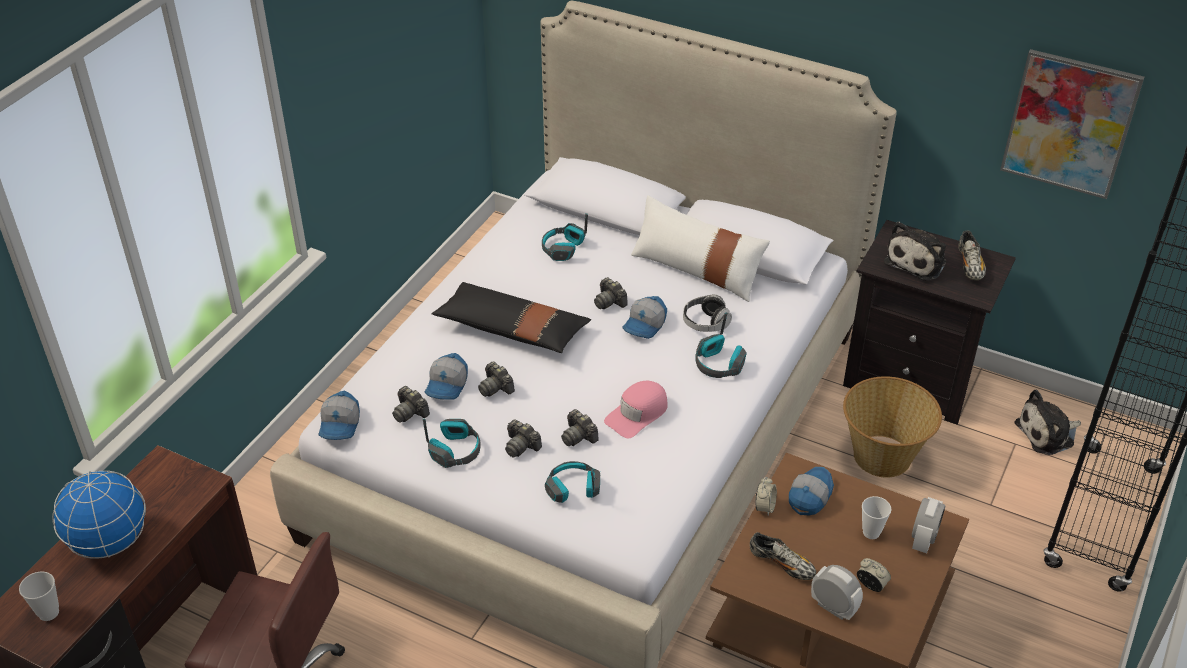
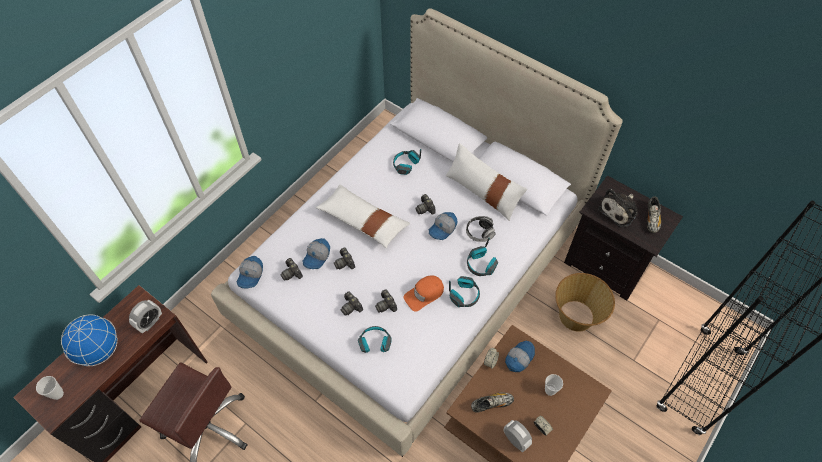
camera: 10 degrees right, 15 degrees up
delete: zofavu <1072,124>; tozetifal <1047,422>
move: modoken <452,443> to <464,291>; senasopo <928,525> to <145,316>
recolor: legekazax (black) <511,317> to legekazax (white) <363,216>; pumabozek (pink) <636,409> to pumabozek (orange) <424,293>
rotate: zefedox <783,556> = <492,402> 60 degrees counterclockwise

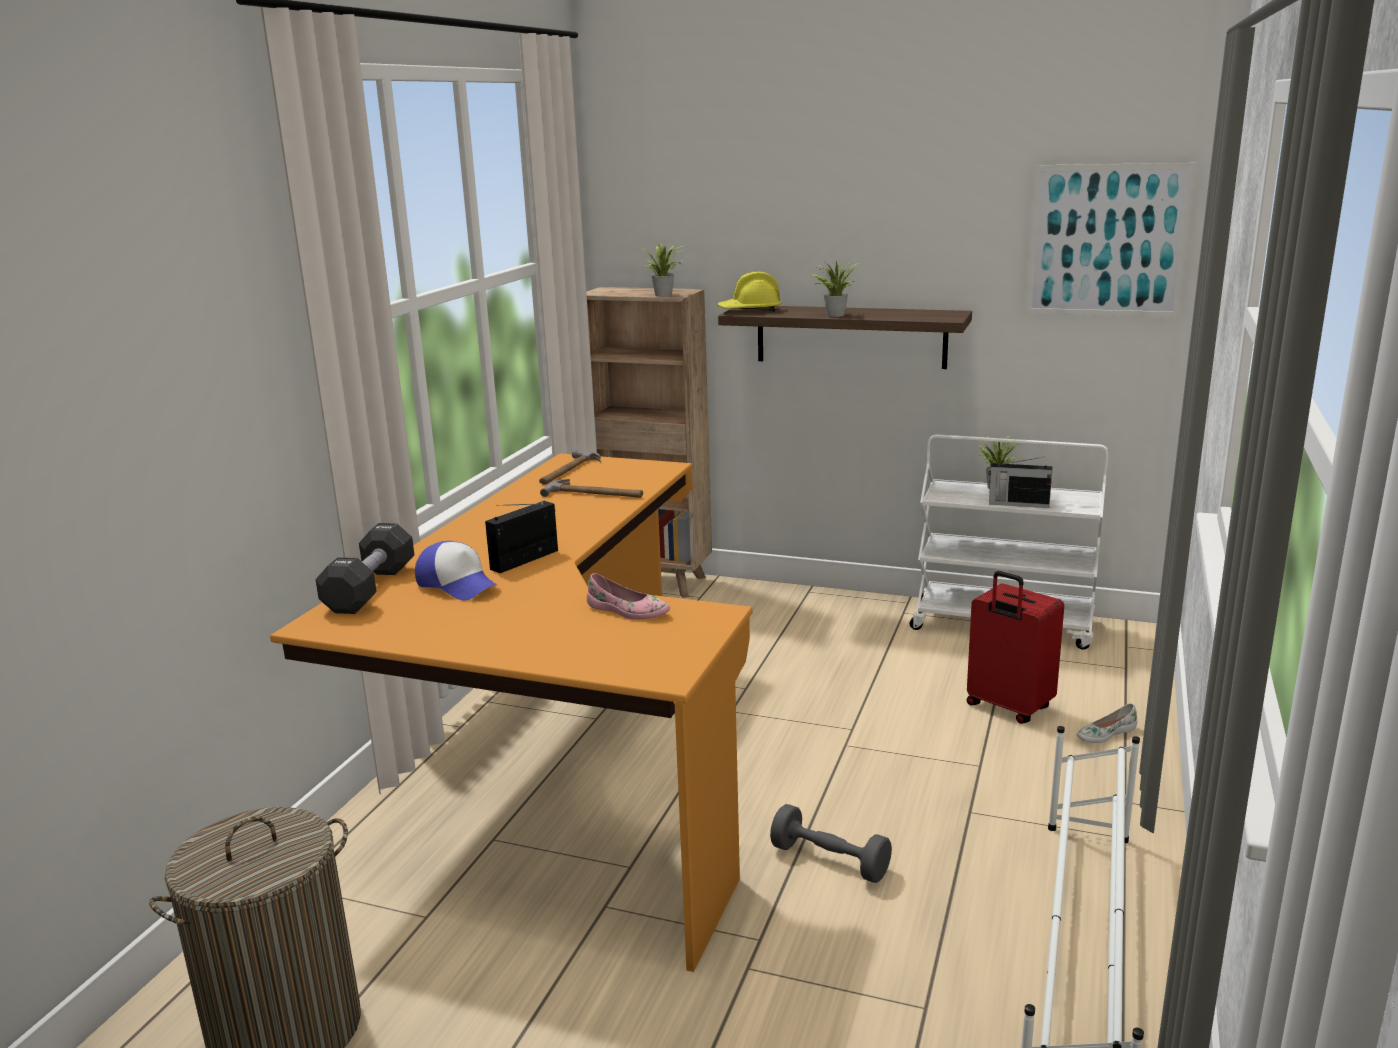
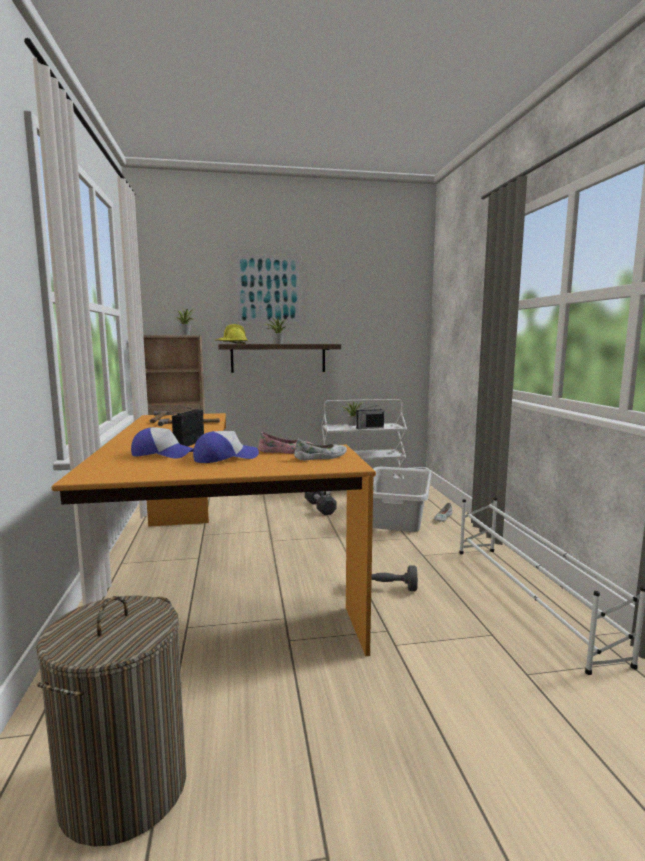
camera: 30 degrees left, 10 degrees down
insert: pumabozek <226,447>; zefedox (white) <320,449>
move: zofavu <1110,240> to <267,289>; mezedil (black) <365,568> to <321,503>
replace: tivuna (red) <1015,647> to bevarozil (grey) <402,499>

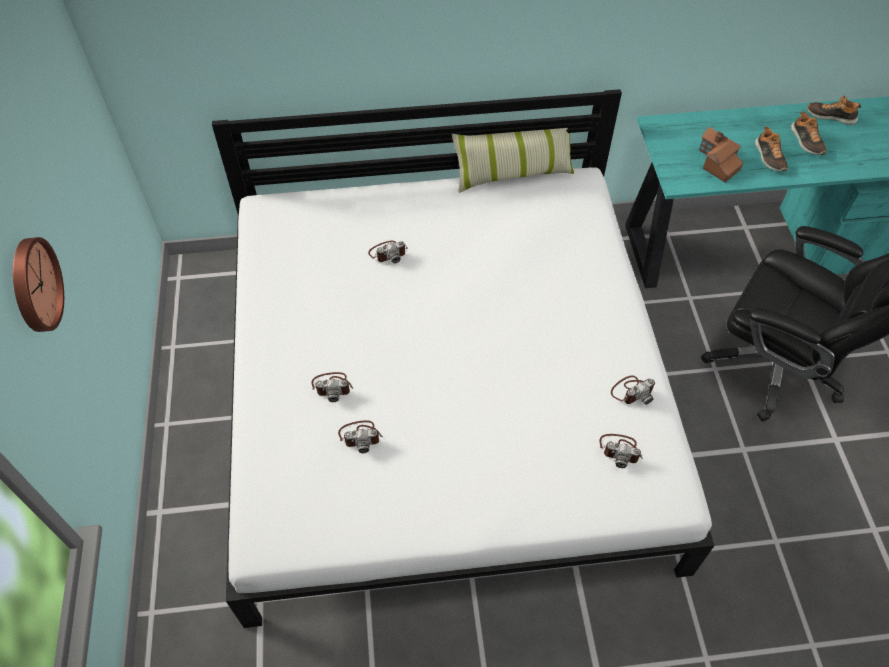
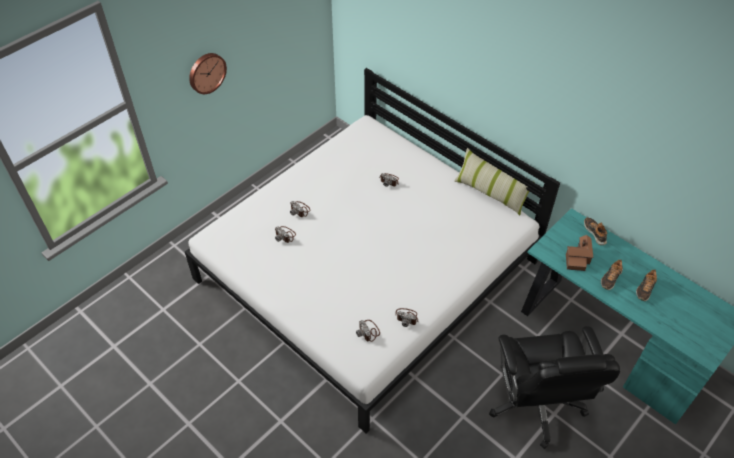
camera: 50 degrees right, 5 degrees down
move: zefedox <834,110> to <595,231>

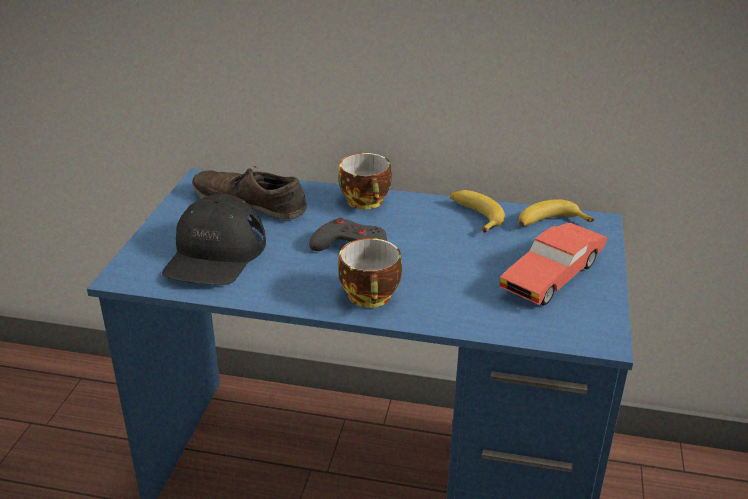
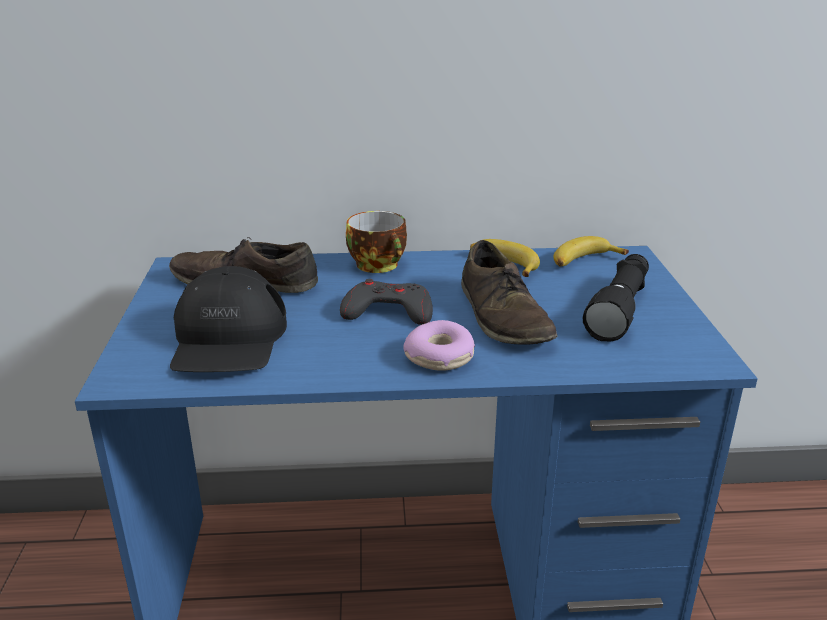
camera: 15 degrees left, 5 degrees down
insert: zefedox (brown) <509,292>
replace: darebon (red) <553,263> to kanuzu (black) <616,297>; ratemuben <370,273> to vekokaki <439,345>

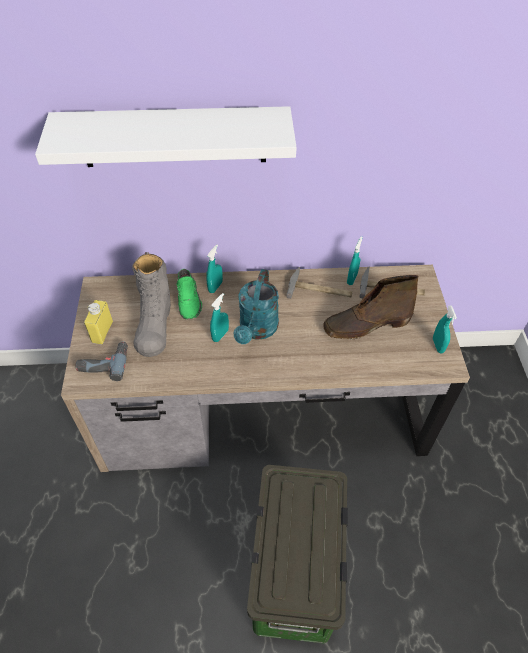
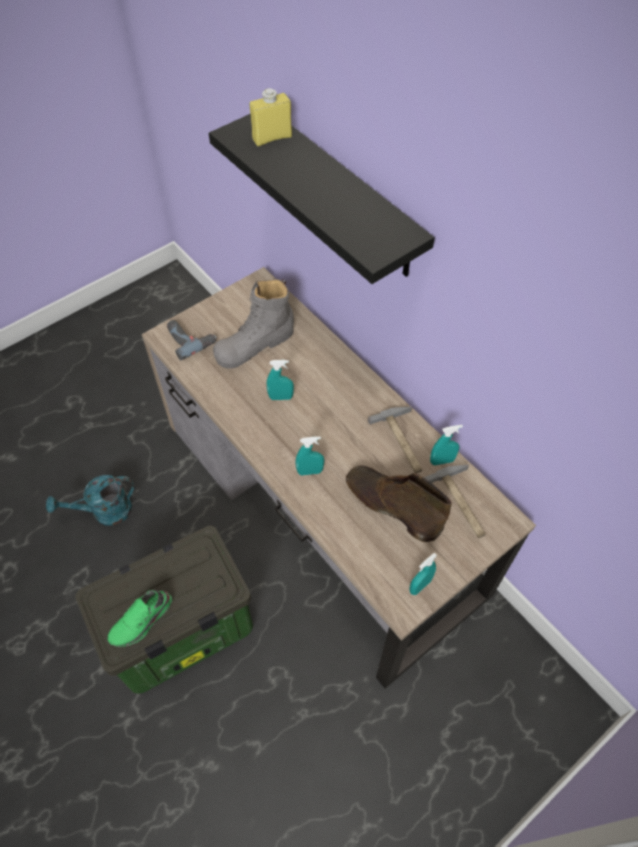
camera: 55 degrees right, 5 degrees up
move: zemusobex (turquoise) <214,268> to <309,455>; zefedox (green) <189,294> to <140,618>; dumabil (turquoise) <256,306> to <90,500>; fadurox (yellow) <98,322> to <271,117>
recolor: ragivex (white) <166,136> to ragivex (black) <322,199>

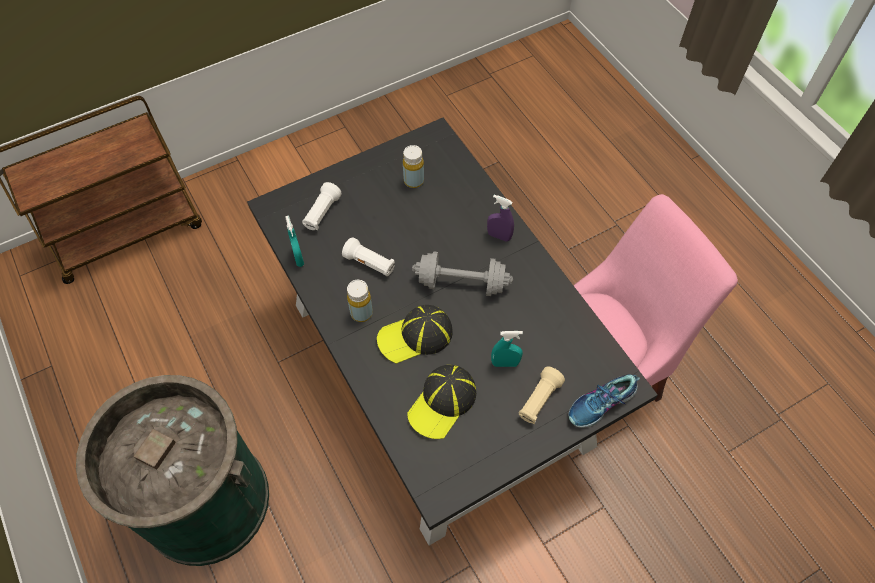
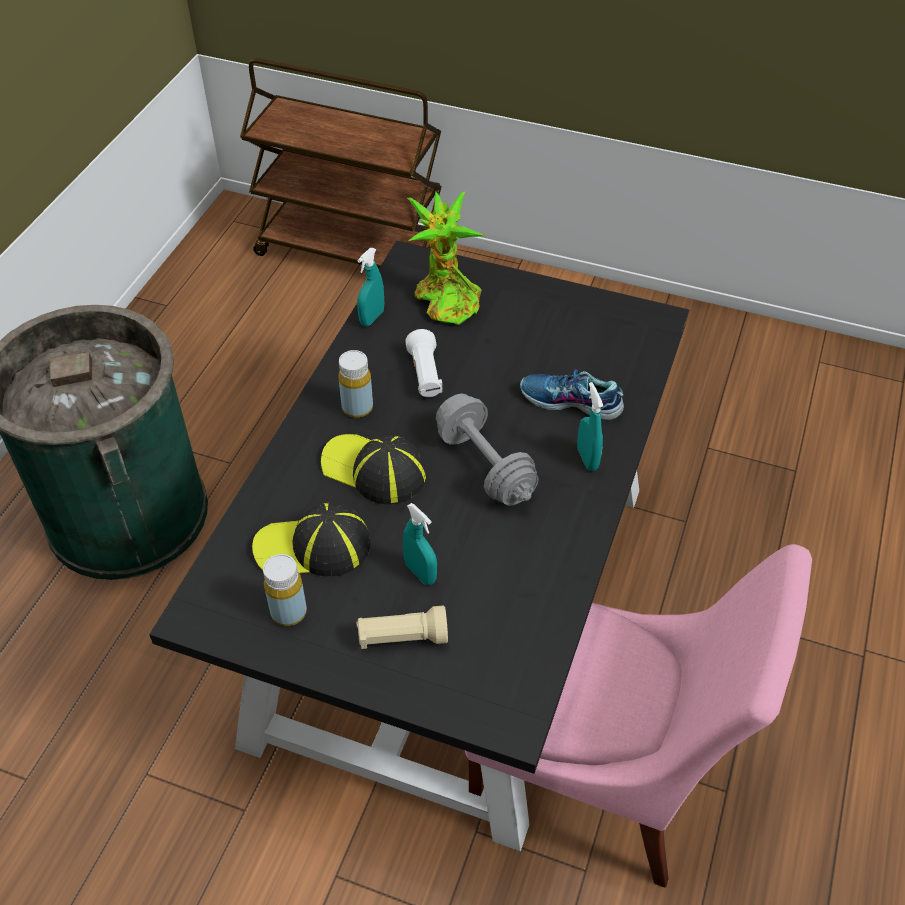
camera: 50 degrees right, 10 degrees down
move: fadurox (yellow) <413,166> to <285,590>; zefedox <604,401> to <572,394>
replace: kanuzu (white) <322,206> to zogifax <446,258>
recolor: zemusobex (purple) <500,218> to zemusobex (turquoise) <590,426>

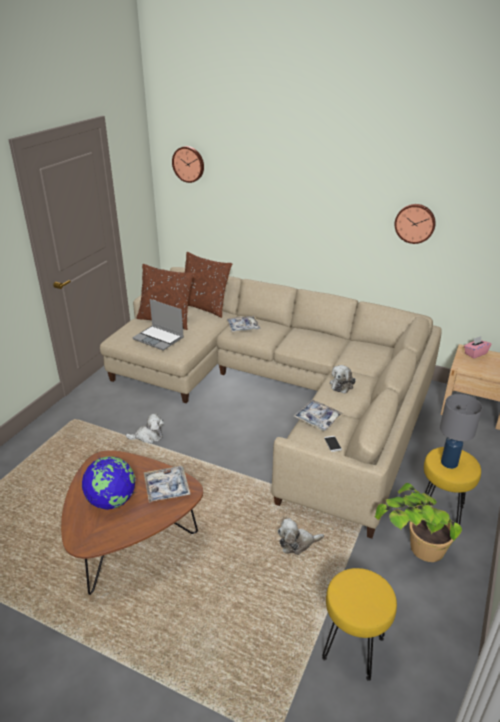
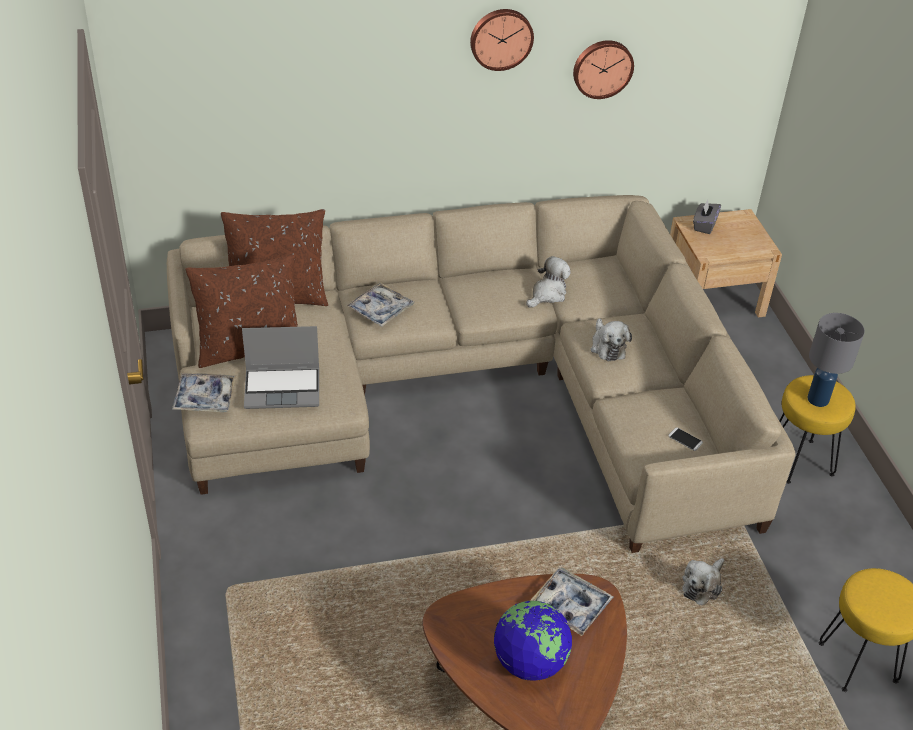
camera: 40 degrees left, 10 degrees up
delete: zogifax <418,522>
move: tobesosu <188,164> to <502,40>; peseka <318,415> to <204,392>; tozetifal <145,428> to <548,281>
recolor: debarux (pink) <477,347> to debarux (grey) <707,217>

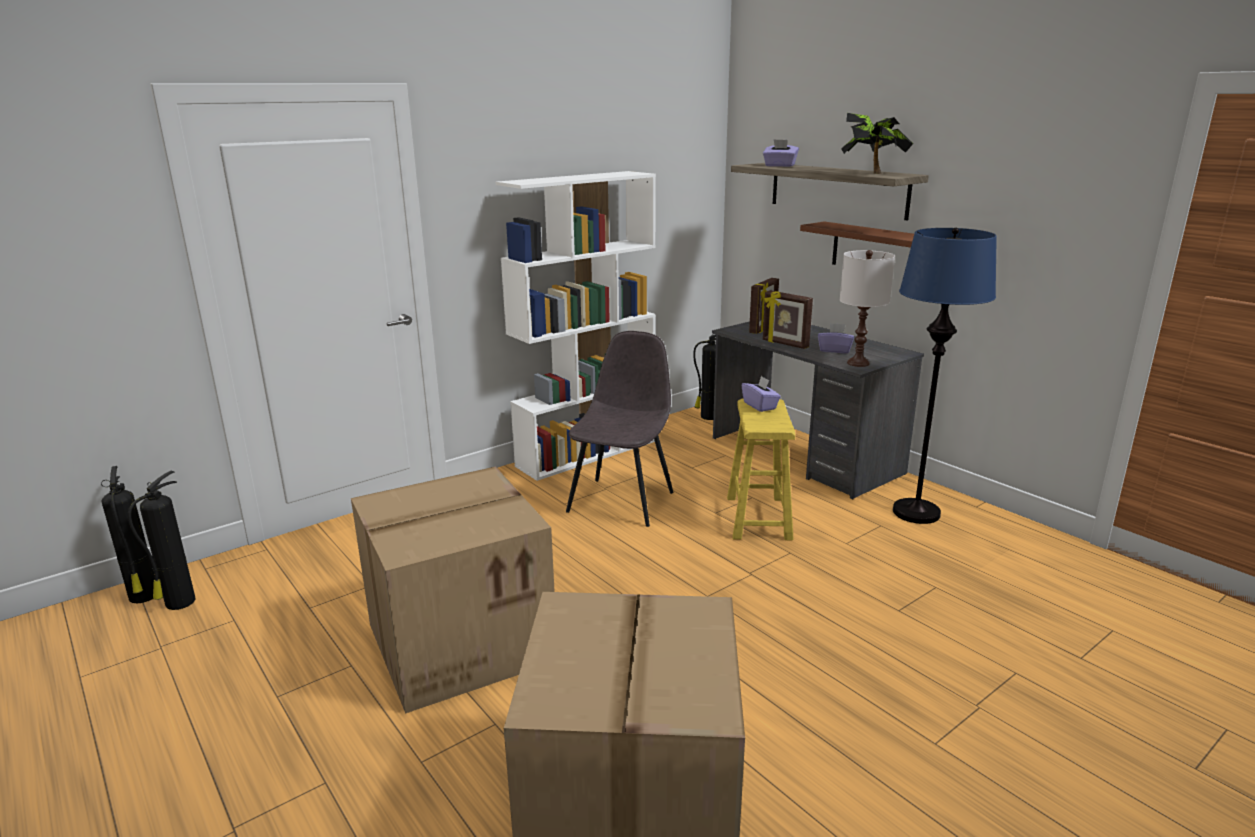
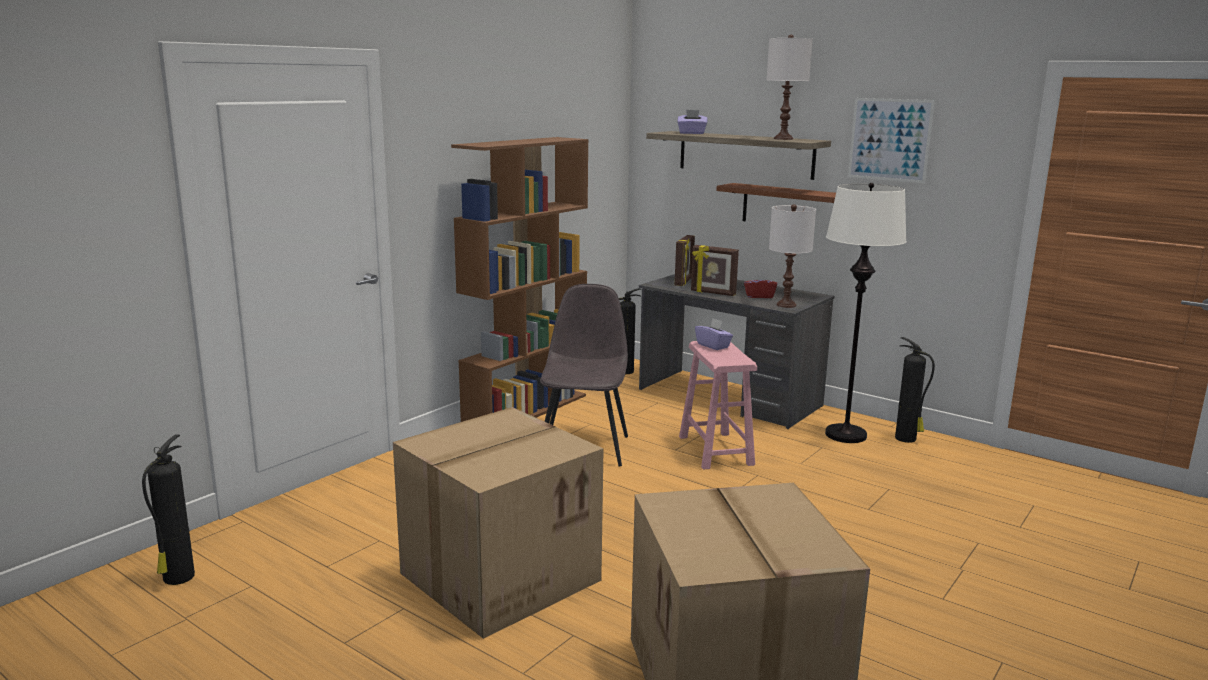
camera: 15 degrees left, 5 degrees down
insert: zofavu <891,140>
move: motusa <128,535> to <915,390>
replace: zogifax <877,143> to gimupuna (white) <789,87>
recolor: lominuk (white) <576,326> to lominuk (brown) <519,279>; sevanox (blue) <945,376> to sevanox (white) <866,313>; debarux (purple) <836,338> to debarux (red) <760,285>; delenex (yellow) <761,469> to delenex (pink) <718,405>

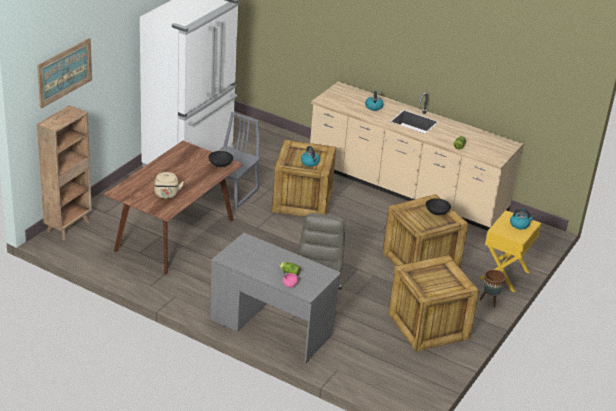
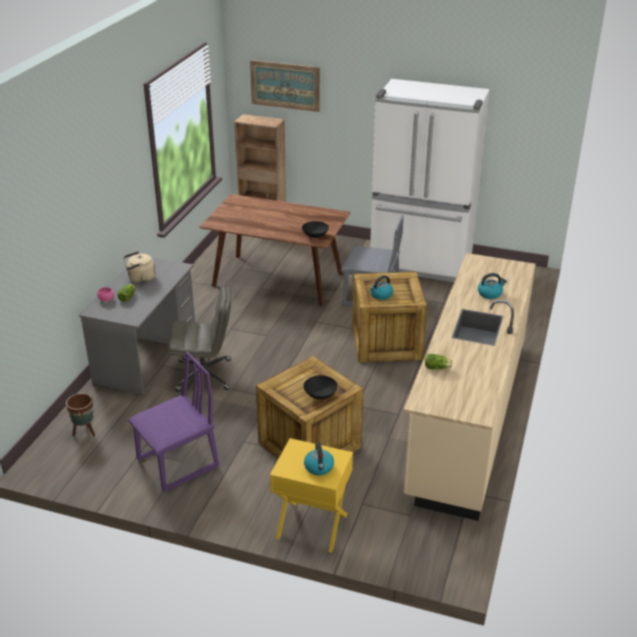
camera: 80 degrees right, 0 degrees up
move: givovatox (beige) <169,185> to <139,267>; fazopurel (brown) <493,289> to <80,415>
replace: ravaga <433,303> to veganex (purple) <173,422>

